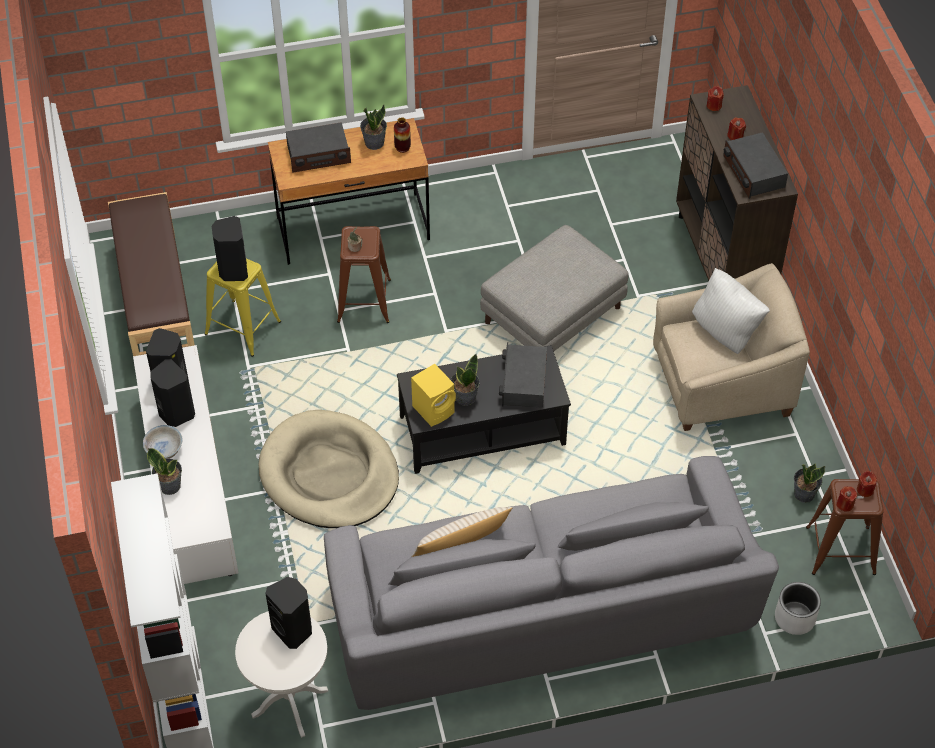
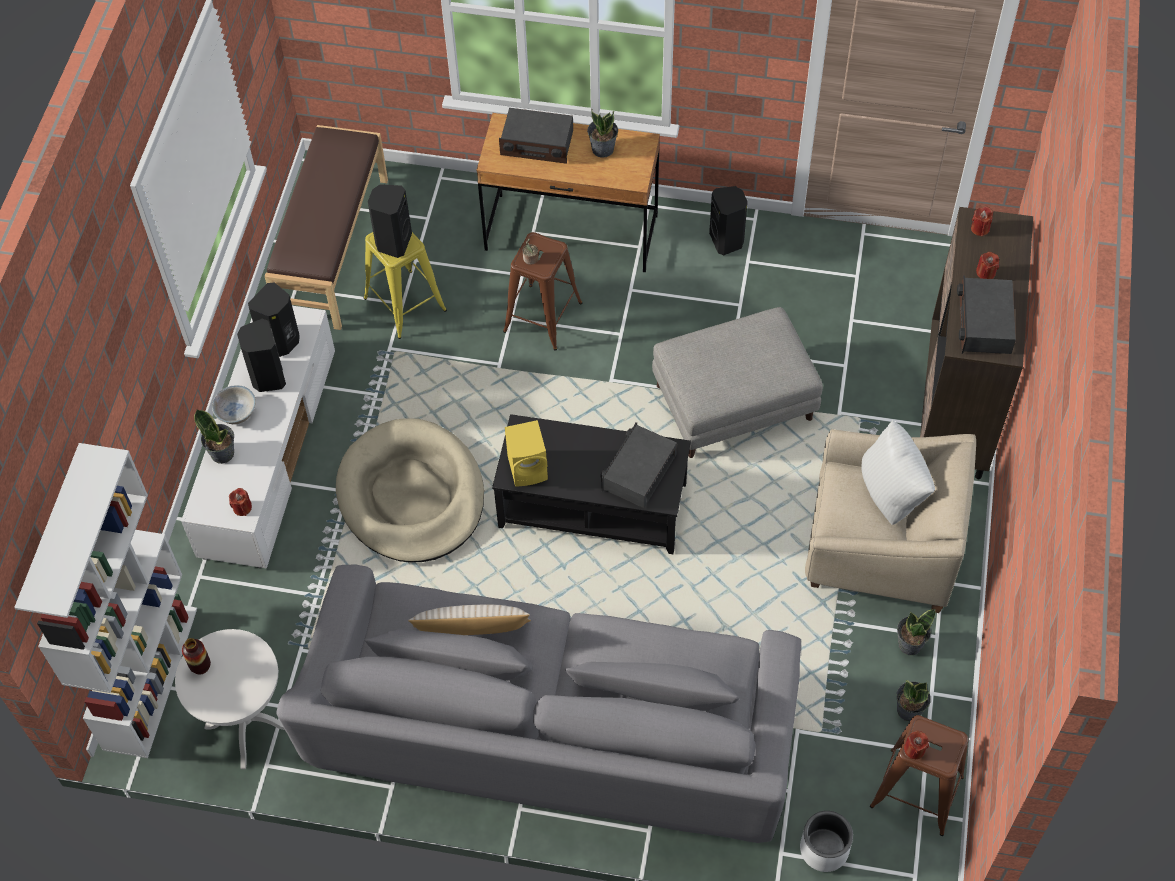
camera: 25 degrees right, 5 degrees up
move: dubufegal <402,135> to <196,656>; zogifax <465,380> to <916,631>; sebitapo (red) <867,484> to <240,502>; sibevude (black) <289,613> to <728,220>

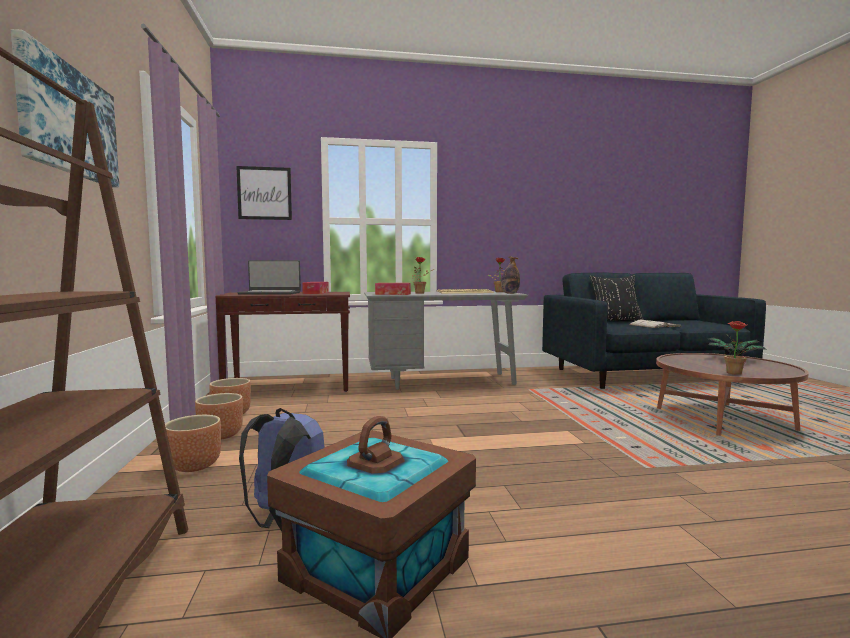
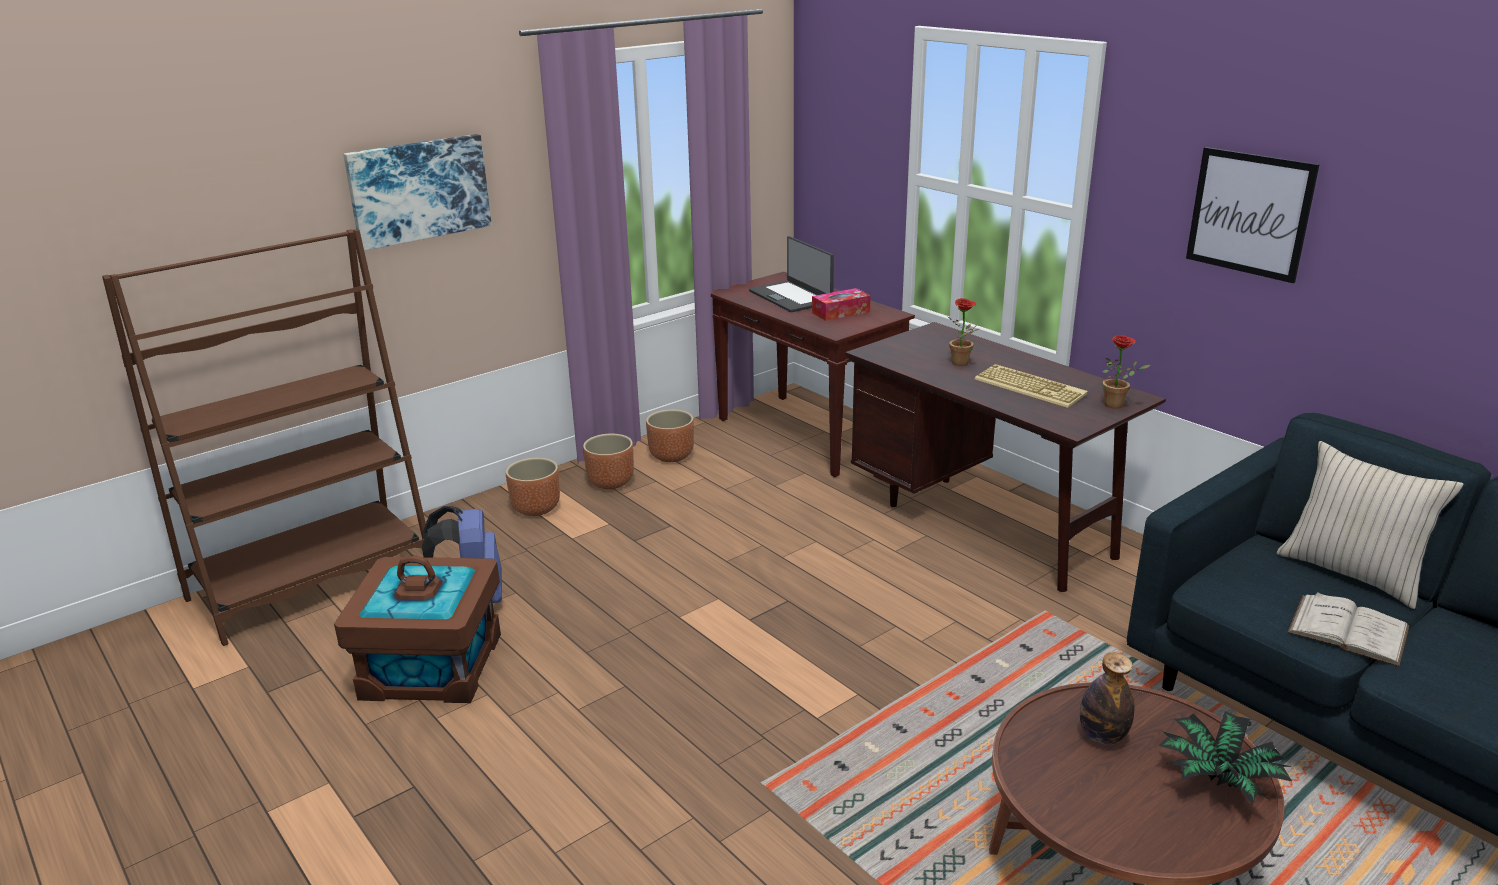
camera: 60 degrees right, 20 degrees up
delete: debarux <393,289>; zogifax <739,348>
move: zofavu <264,193> to <1253,215>; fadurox <510,275> to <1107,698>
recolor: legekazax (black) <616,298> to legekazax (beige) <1370,525>; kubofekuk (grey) <446,340> to kubofekuk (brown) <1005,457>

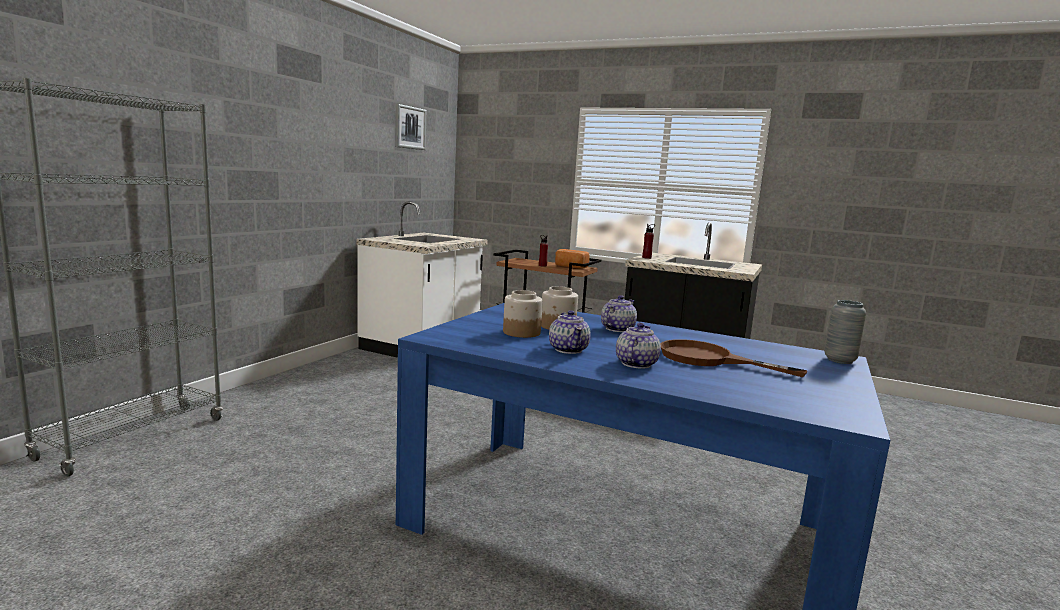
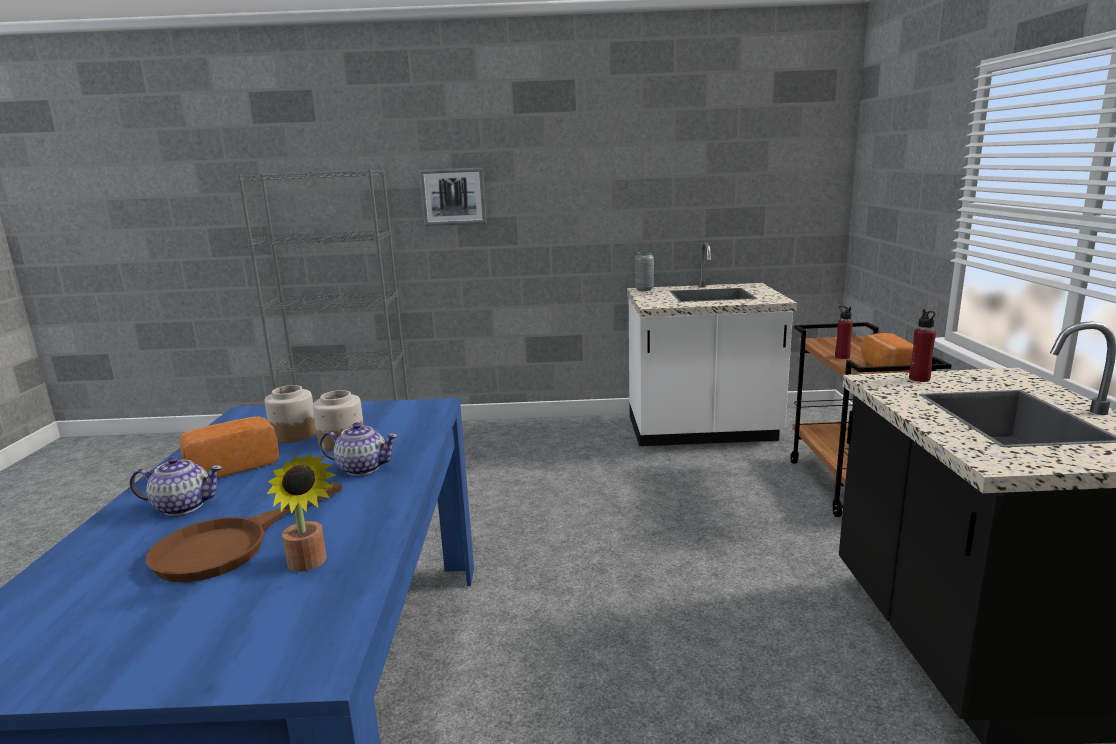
camera: 65 degrees right, 5 degrees up
insert: zogifax <301,513>
move: zofavu <410,127> to <453,197>; dubufegal (grey) <845,332> to <644,271>
replace: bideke <570,332> to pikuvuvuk <229,447>
rotate: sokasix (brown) <734,358> = <244,532> 150 degrees counterclockwise

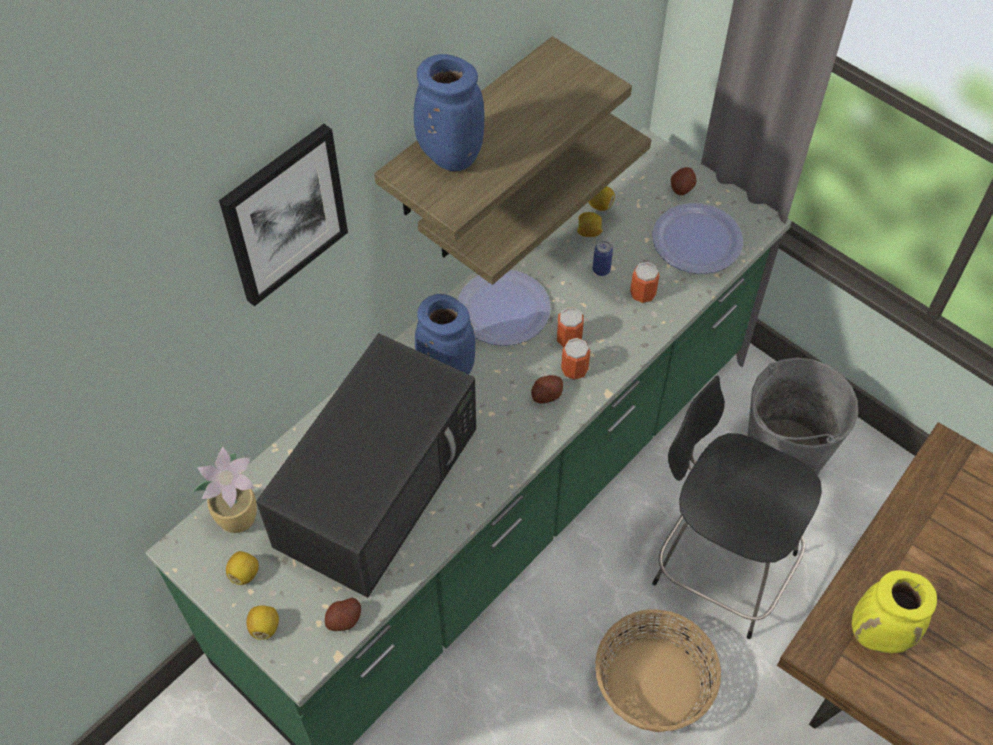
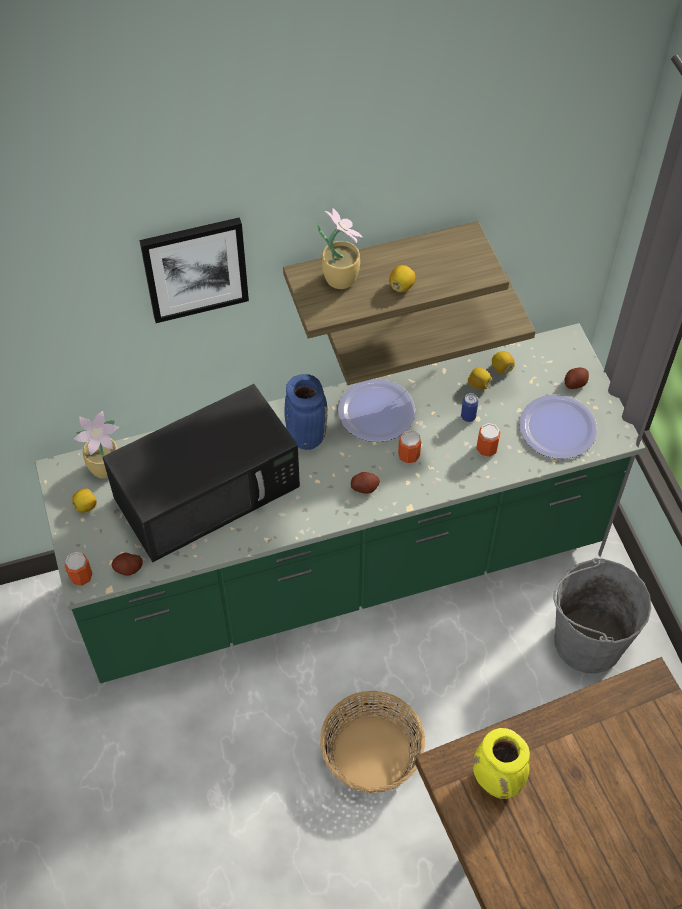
camera: 30 degrees right, 0 degrees up
delete: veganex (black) <737,507>
move: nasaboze <575,359> to <78,569>; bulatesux <263,622> to <402,278>
replace: dubufegal (blue) <449,112> to zogifax <340,248>

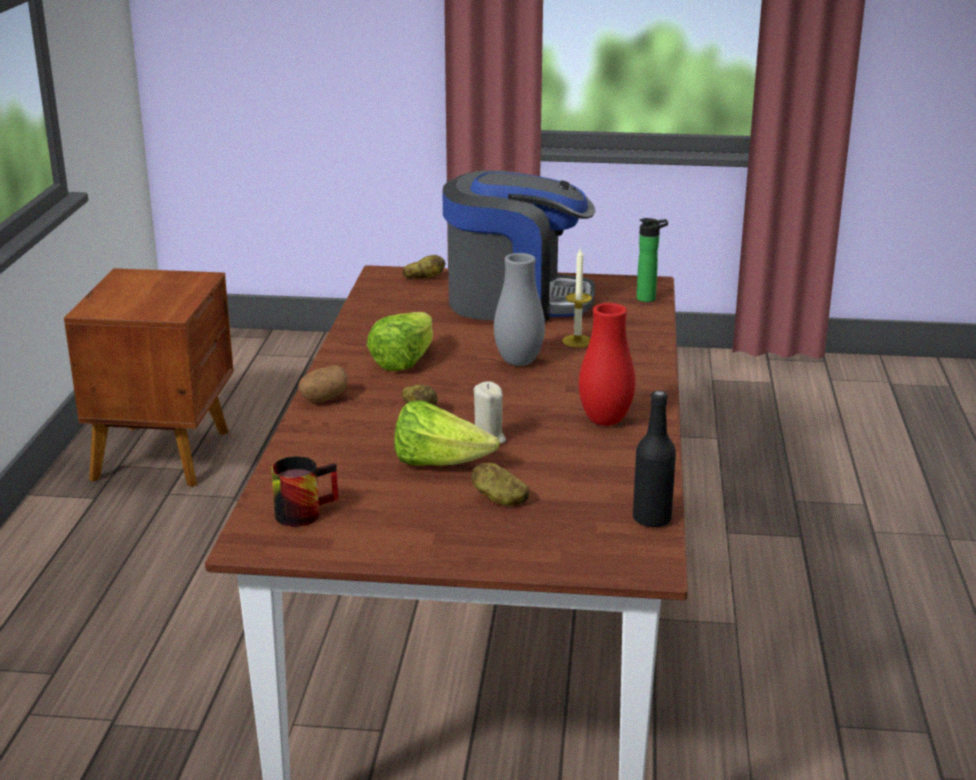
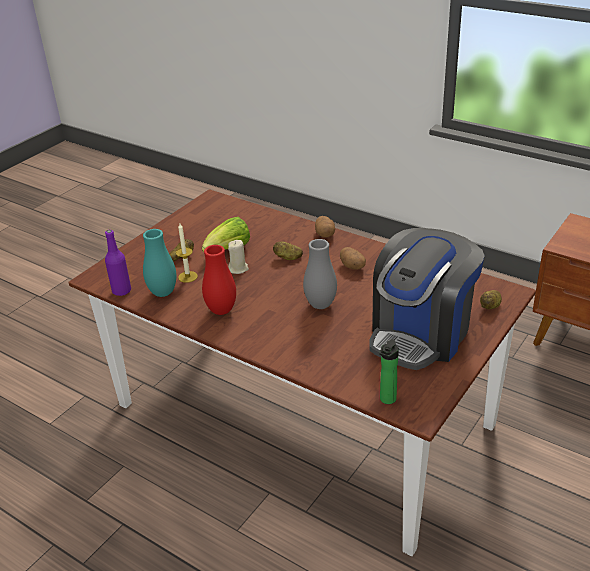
camera: 120 degrees right, 10 degrees up
delete: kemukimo <305,491>
insert: dubufegal (turquoise) <159,263>
move: sebitapo <577,298> to <187,253>
replace: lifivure <400,341> to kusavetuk <353,258>
recolor: fadurox (black) <654,459> to fadurox (purple) <118,263>

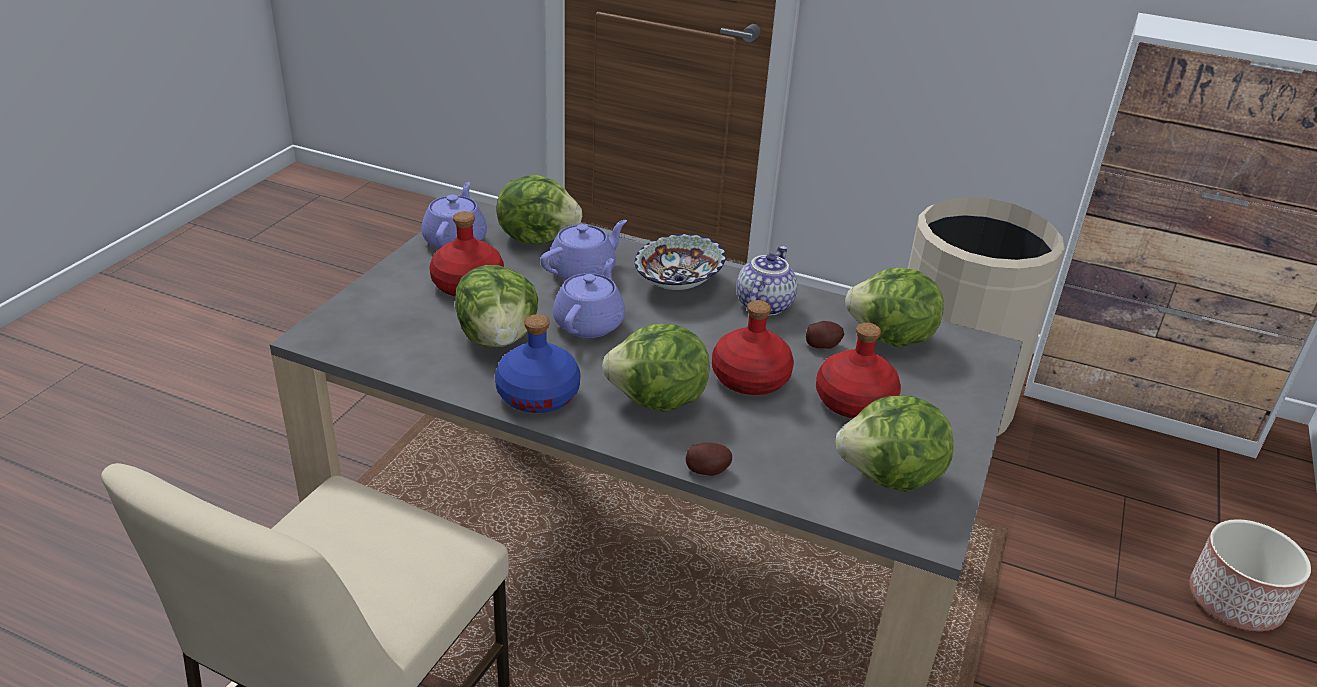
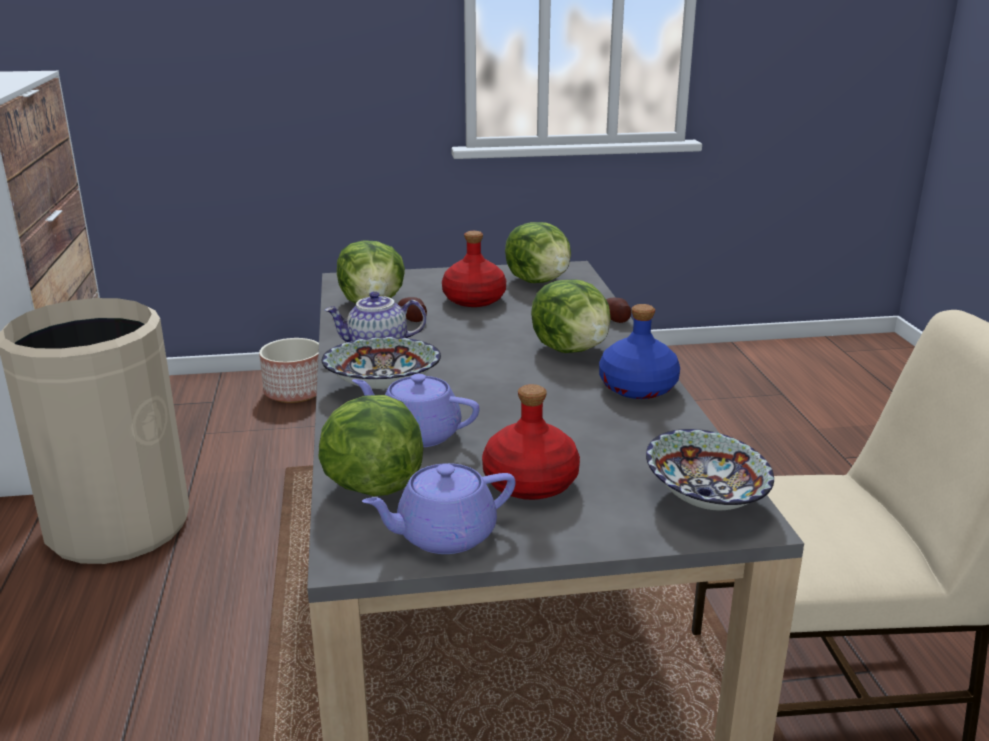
camera: 120 degrees left, 10 degrees down
delete: bideke (purple) <589,298>; lifivure <496,306>; fadurox (red) <753,347>
insert: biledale <710,469>

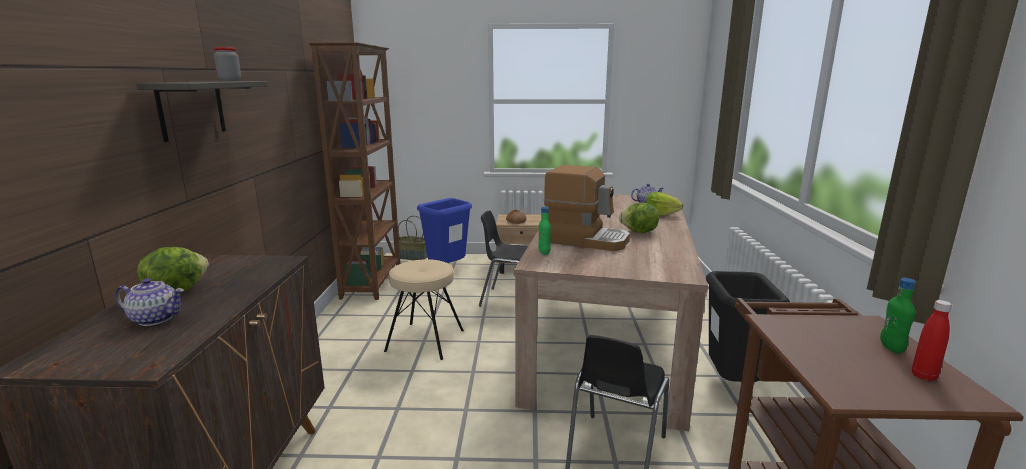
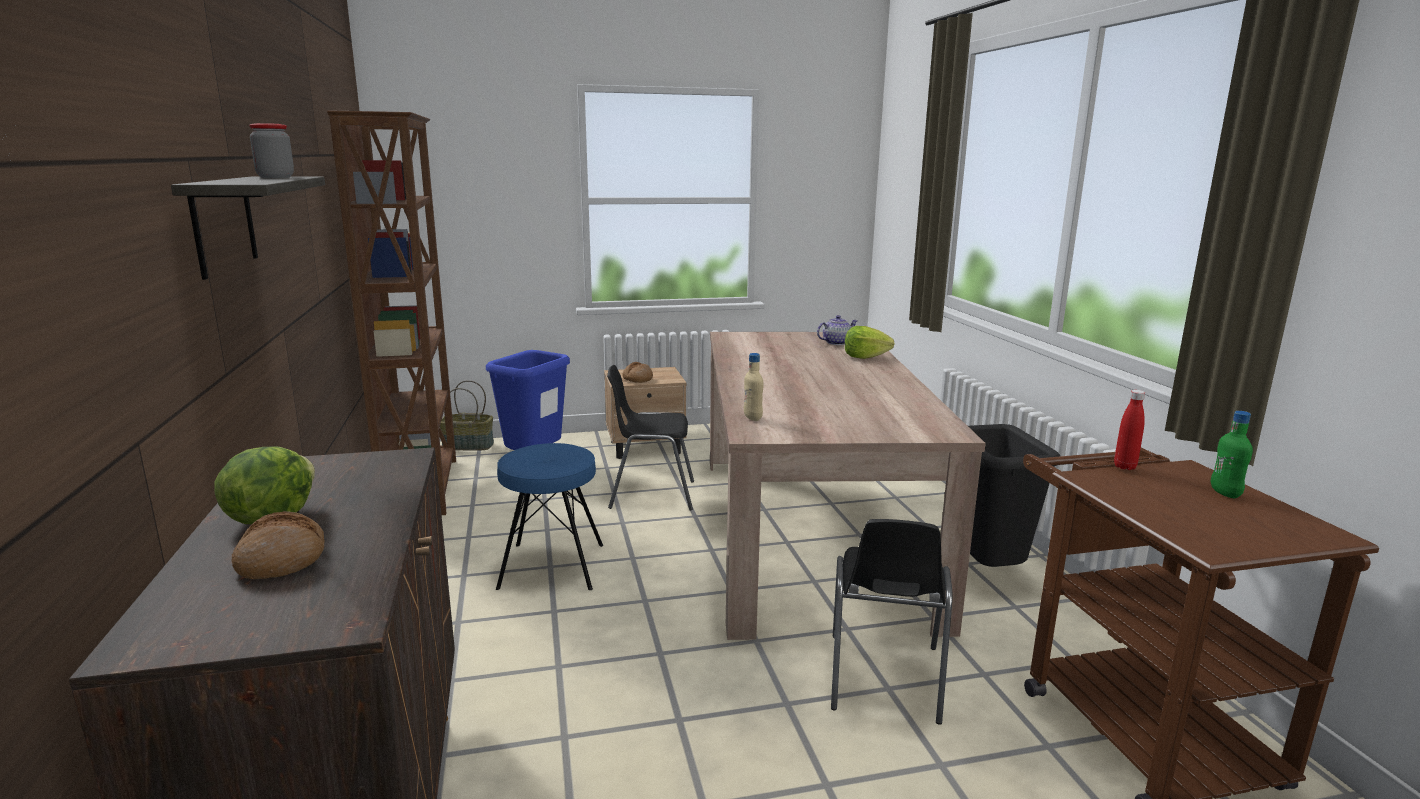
camera: 15 degrees left, 0 degrees up
delete: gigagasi <587,208>; lifivure <639,218>
move: fadurox (red) <932,340> to <1129,430>
replace: bideke <149,302> to pikuvuvuk <278,545>
recolor: fadurox (green) <544,231> to fadurox (beige) <754,387>; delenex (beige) <424,309> to delenex (blue) <549,516>

